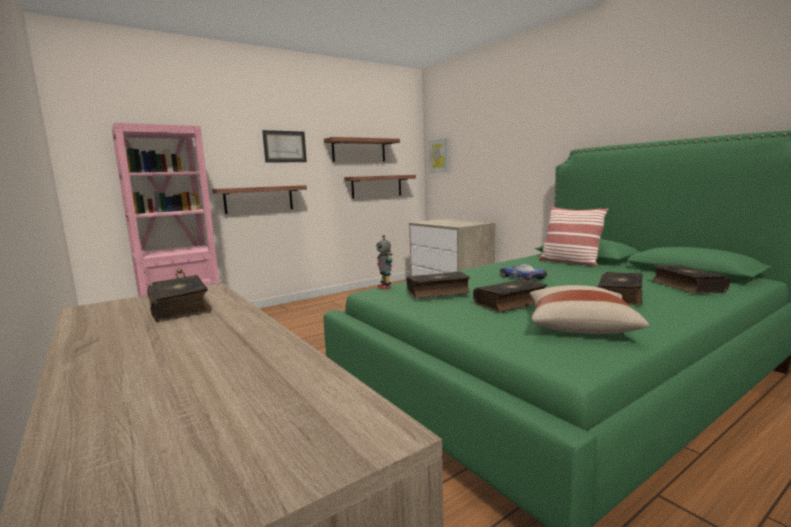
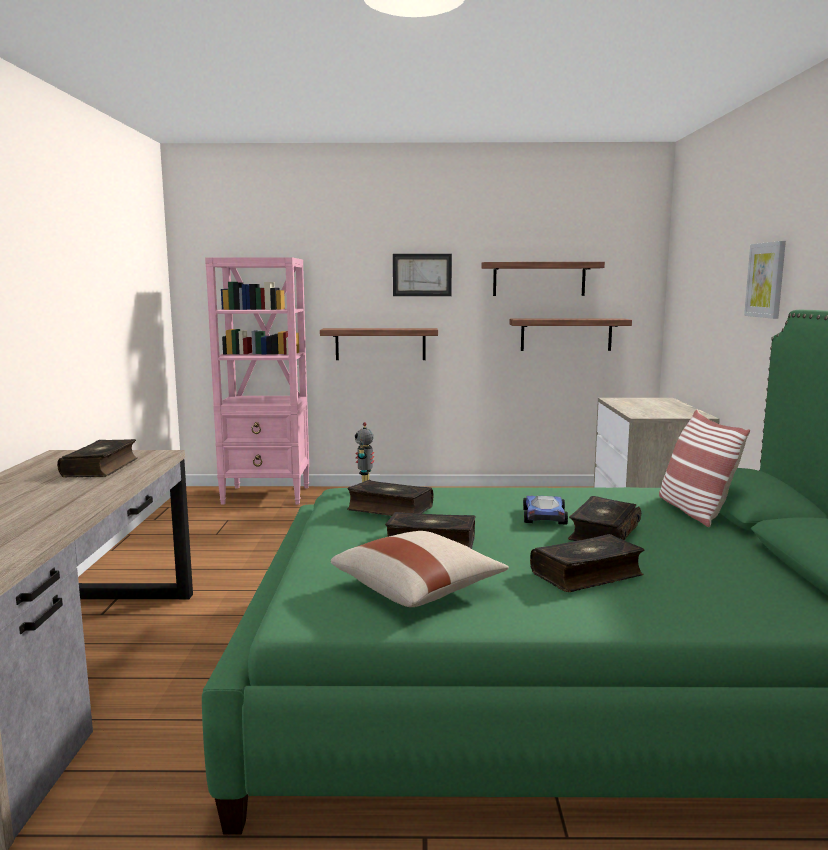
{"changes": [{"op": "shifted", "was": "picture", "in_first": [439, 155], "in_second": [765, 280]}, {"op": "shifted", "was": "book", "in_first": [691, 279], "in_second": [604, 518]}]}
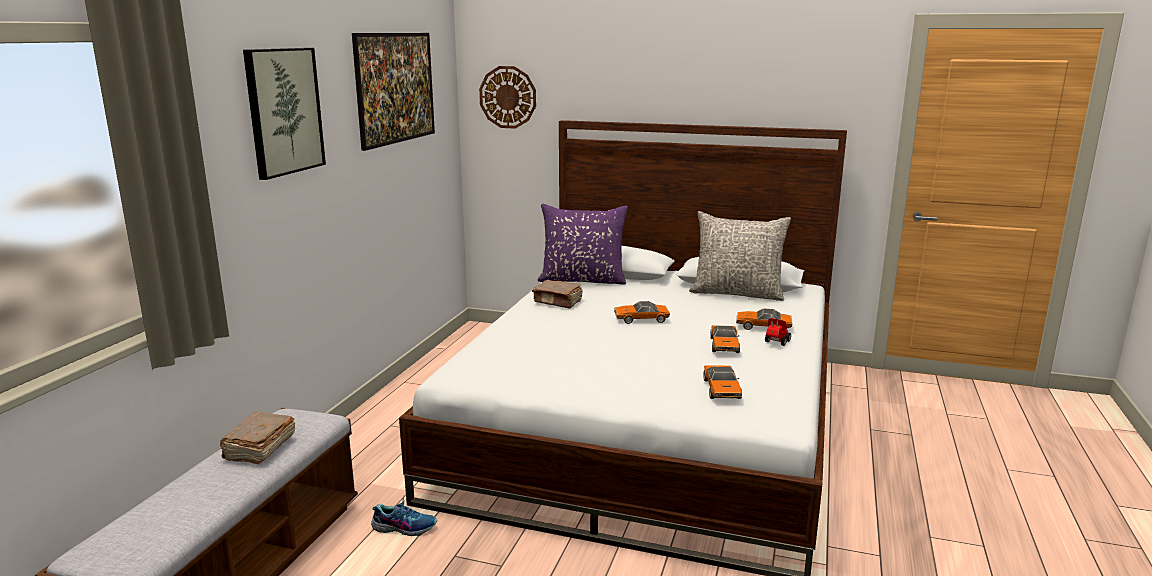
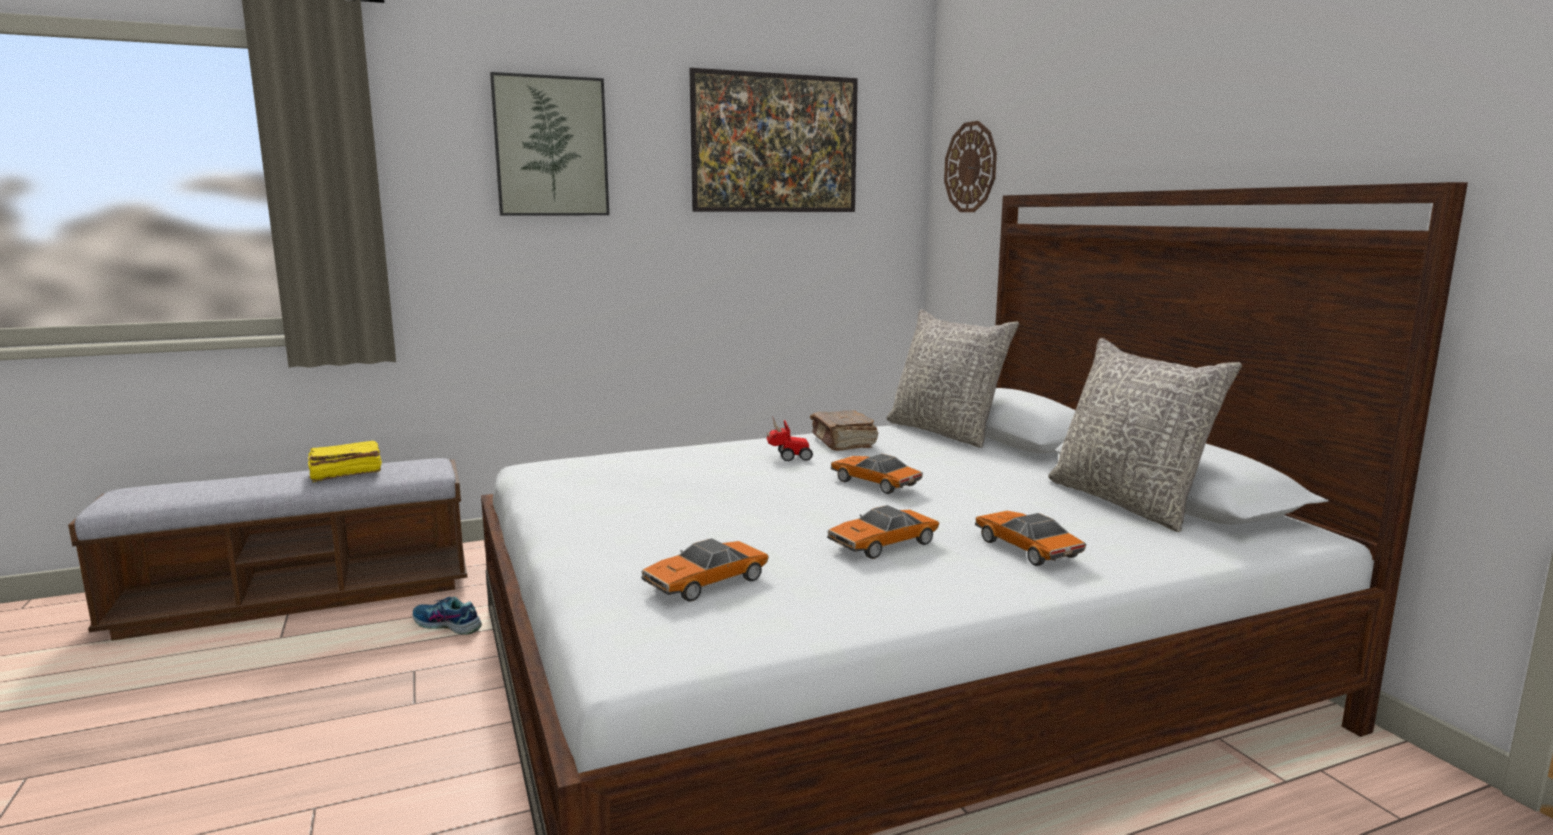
{"changes": [{"op": "repainted", "was": "brown book", "now": "yellow book", "in_first": [257, 438], "in_second": [345, 461]}, {"op": "rotated", "was": "shoe", "in_first": [404, 516], "in_second": [447, 616], "clockwise": 150}, {"op": "repainted", "was": "purple pillow", "now": "grey pillow", "in_first": [582, 244], "in_second": [952, 378]}, {"op": "shifted", "was": "toy car", "in_first": [778, 332], "in_second": [789, 438]}]}
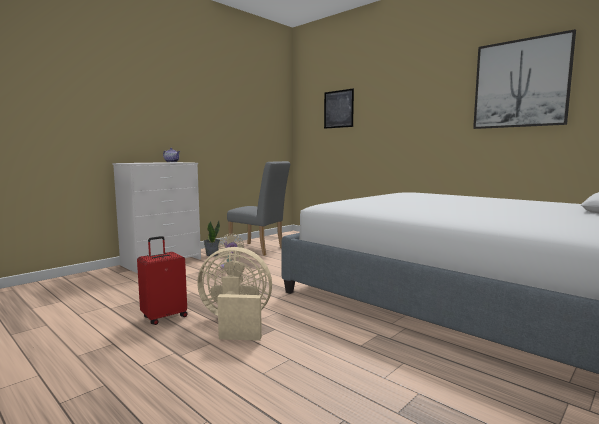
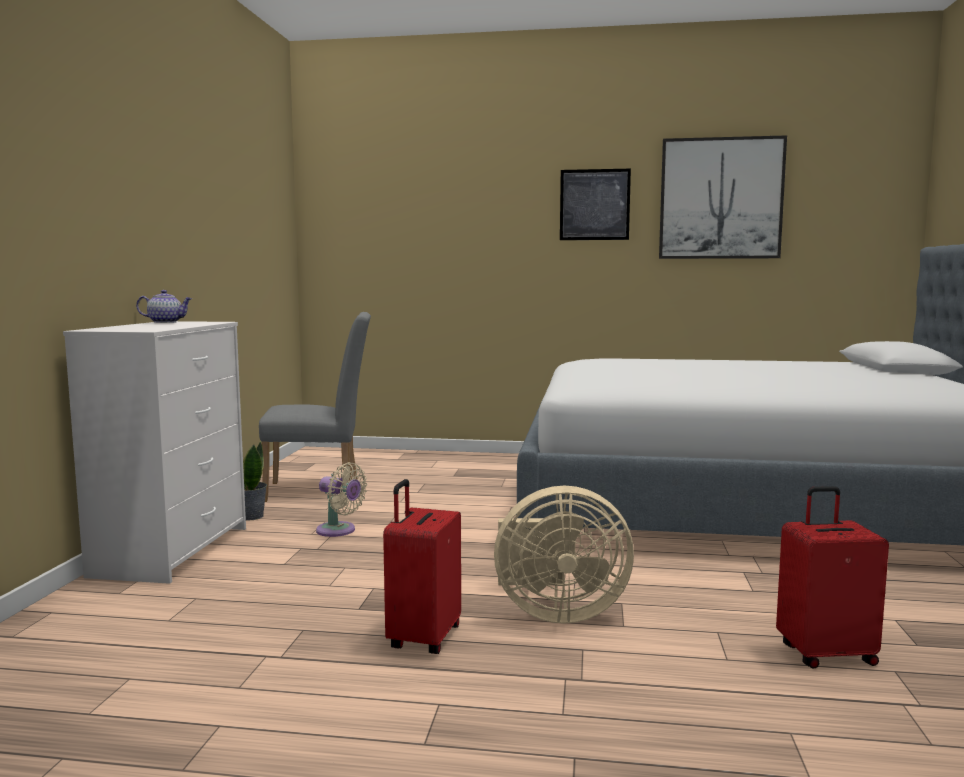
{"changes": [{"op": "rotated", "was": "beige fan", "in_first": [234, 294], "in_second": [564, 555], "clockwise": -150}, {"op": "shifted", "was": "picture", "in_first": [339, 108], "in_second": [595, 204]}, {"op": "new", "now": "red suitcase", "in_second": [832, 577]}]}
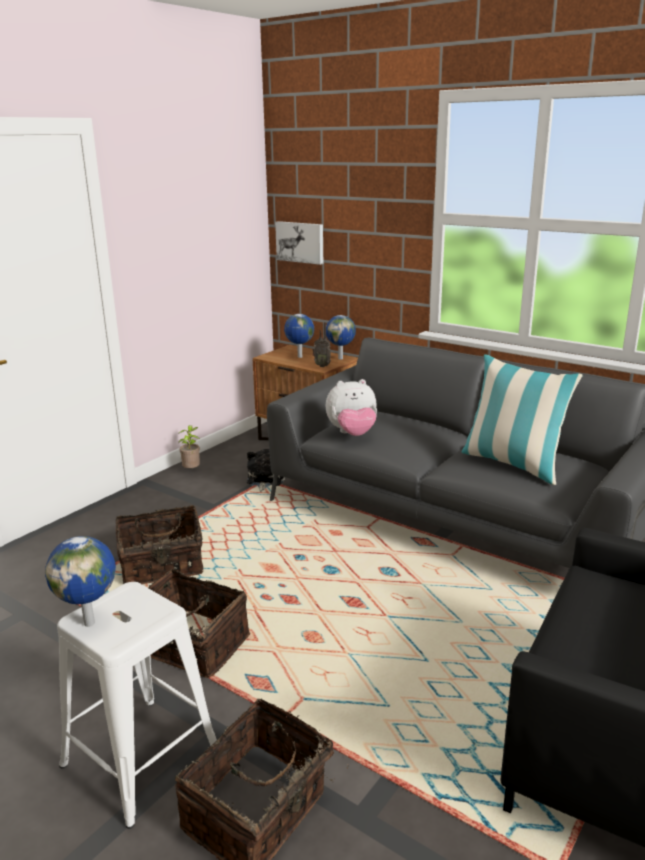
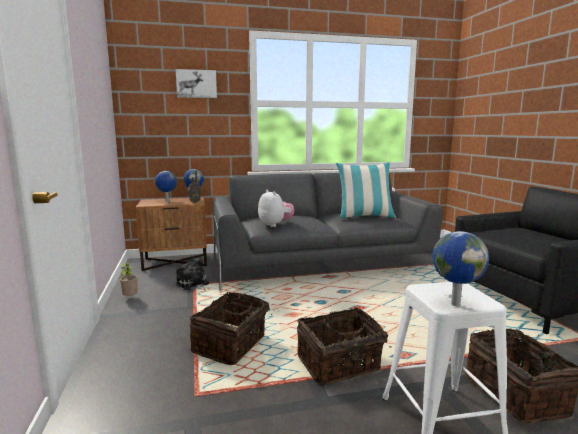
{"changes": [{"op": "shifted", "was": "picture", "in_first": [299, 243], "in_second": [196, 83]}, {"op": "rotated", "was": "plush toy", "in_first": [351, 407], "in_second": [276, 208], "clockwise": -60}]}
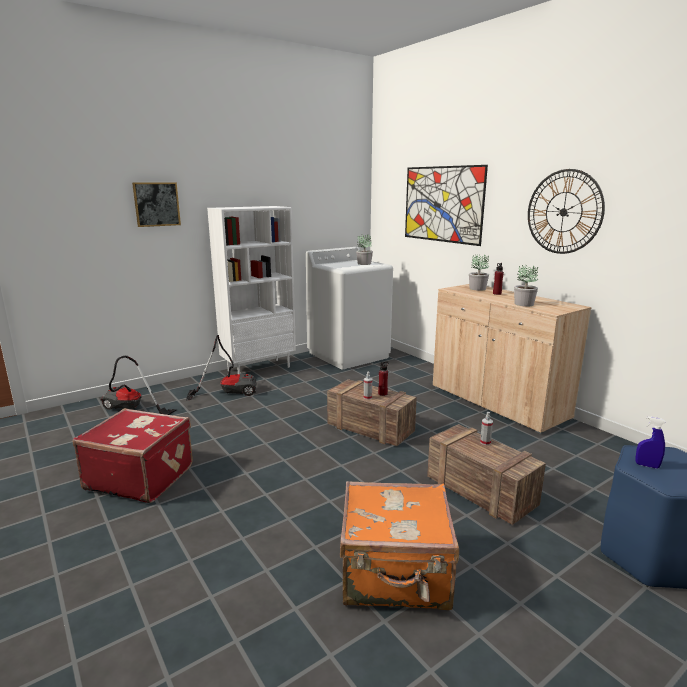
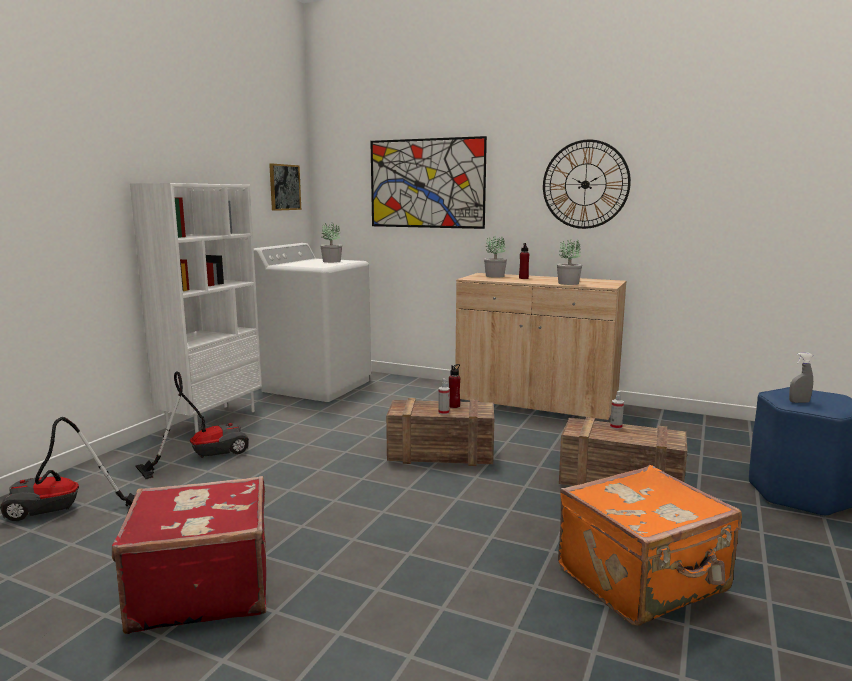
{"changes": [{"op": "shifted", "was": "picture", "in_first": [156, 204], "in_second": [285, 187]}, {"op": "repainted", "was": "blue spray bottle", "now": "grey spray bottle", "in_first": [650, 442], "in_second": [801, 378]}]}
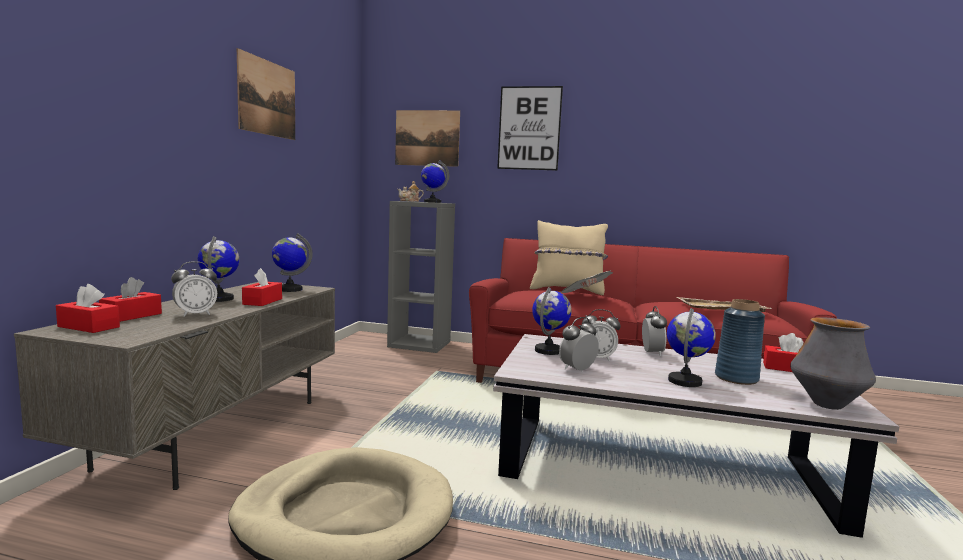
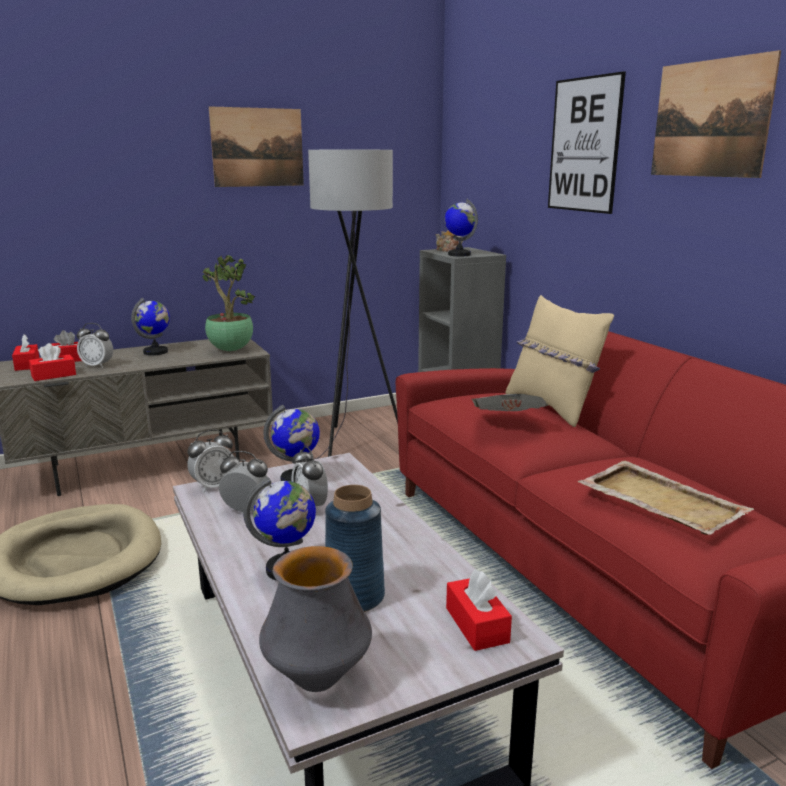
{"changes": [{"op": "shifted", "was": "red tissue box", "in_first": [262, 287], "in_second": [52, 362]}, {"op": "swapped", "was": "globe", "now": "potted plant", "in_first": [292, 262], "in_second": [228, 303]}, {"op": "shifted", "was": "picture", "in_first": [427, 138], "in_second": [716, 114]}, {"op": "shifted", "was": "alarm clock", "in_first": [654, 331], "in_second": [210, 461]}, {"op": "new", "now": "grey floor lamp", "in_second": [353, 304]}]}
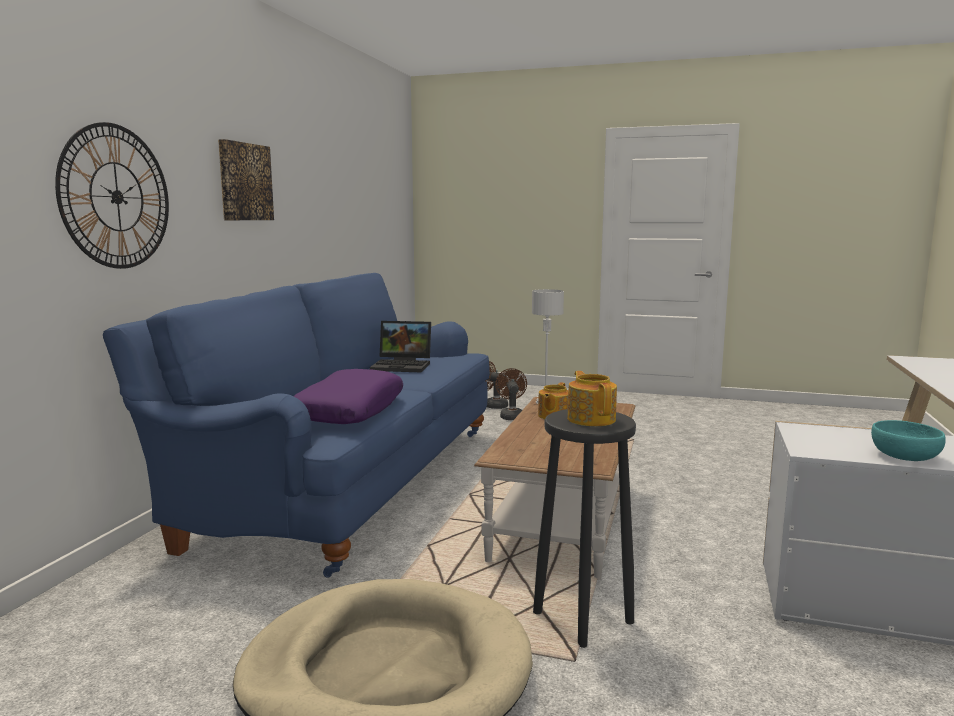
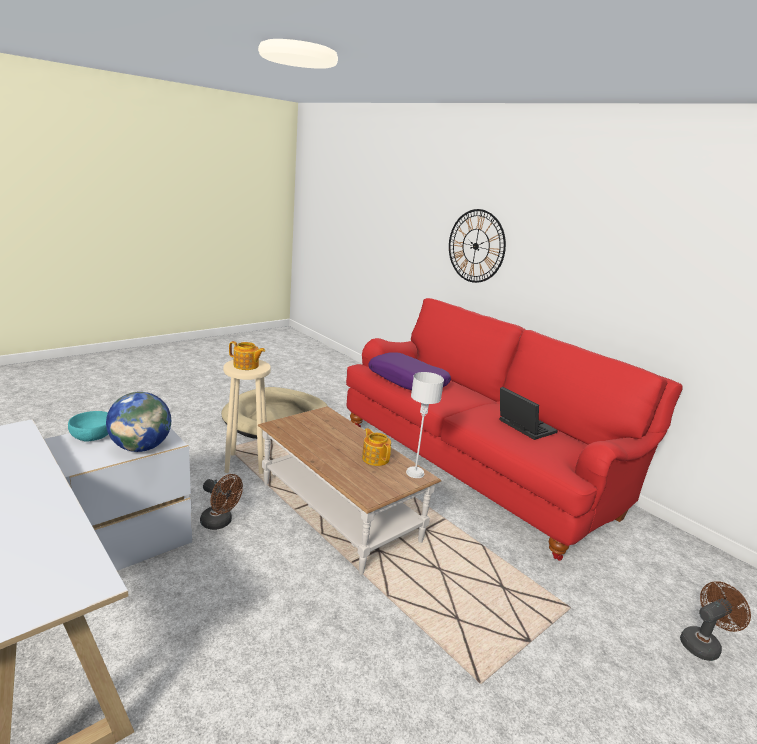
{"changes": [{"op": "repainted", "was": "blue sofa", "now": "red sofa", "in_first": [296, 425], "in_second": [514, 429]}, {"op": "gone", "was": "picture", "in_first": [246, 179]}, {"op": "rotated", "was": "laptop", "in_first": [400, 347], "in_second": [528, 413], "clockwise": 105}, {"op": "shifted", "was": "brown fan", "in_first": [511, 394], "in_second": [221, 502]}, {"op": "repainted", "was": "black stool", "now": "beige stool", "in_first": [584, 528], "in_second": [247, 417]}, {"op": "new", "now": "globe", "in_second": [138, 422]}]}
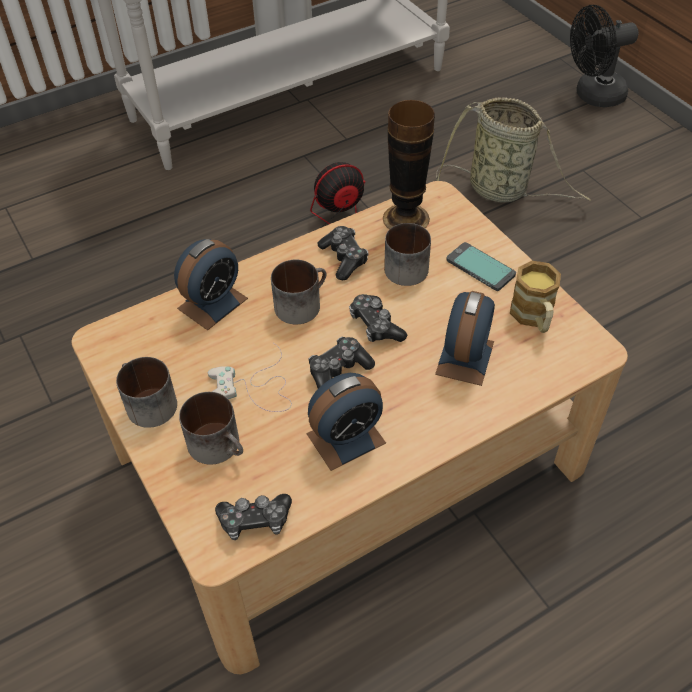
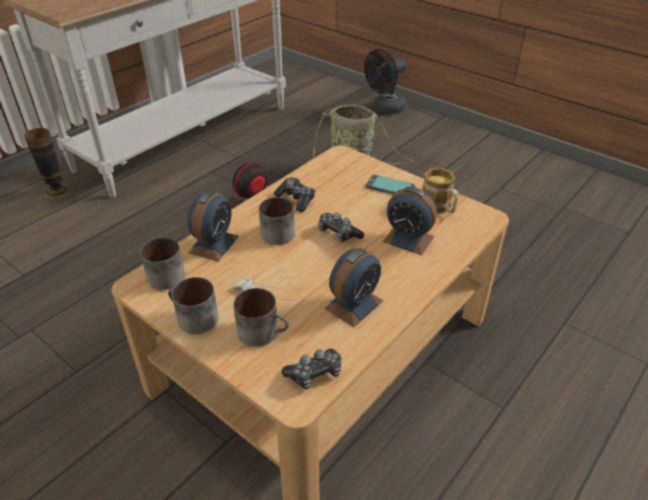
{"changes": [{"op": "gone", "was": "game controller", "in_first": [341, 363]}, {"op": "shifted", "was": "vase", "in_first": [409, 164], "in_second": [47, 163]}, {"op": "shifted", "was": "mug", "in_first": [407, 254], "in_second": [162, 263]}, {"op": "rotated", "was": "alarm clock", "in_first": [465, 338], "in_second": [410, 221], "clockwise": 120}]}
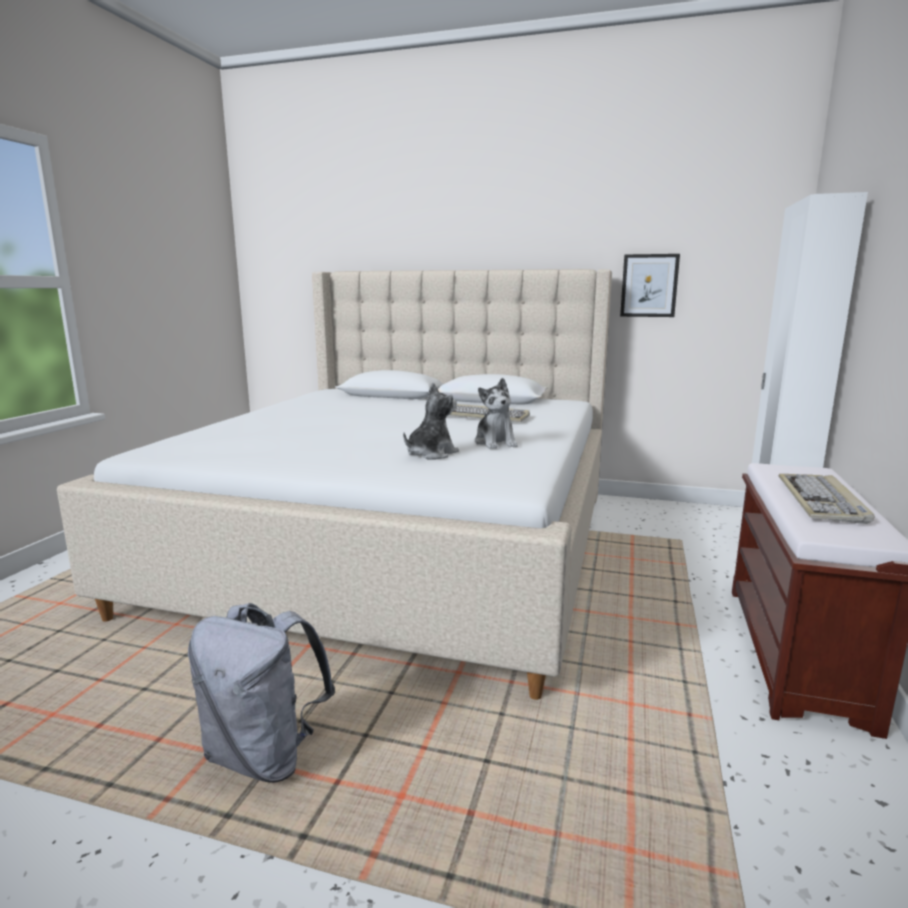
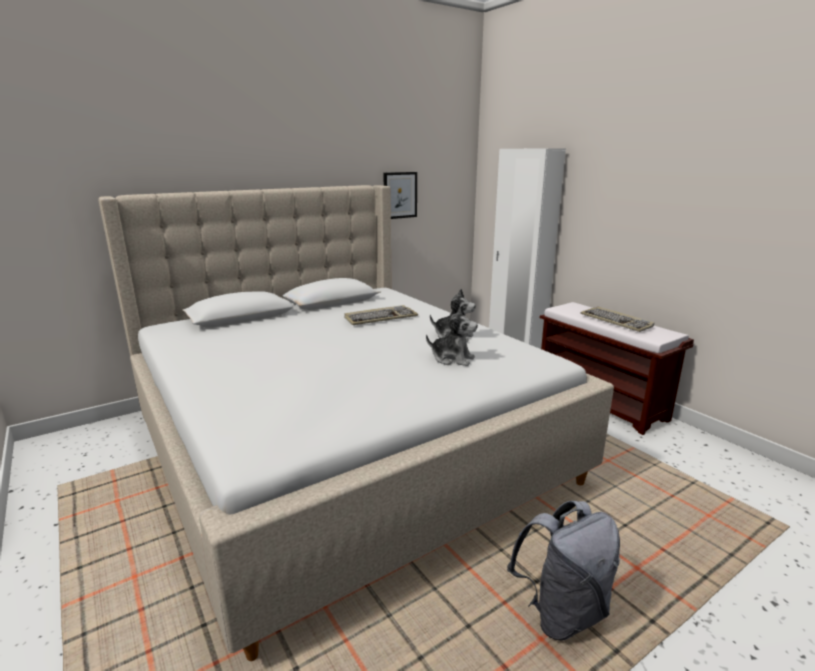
{"changes": [{"op": "rotated", "was": "plush toy", "in_first": [431, 421], "in_second": [452, 336], "clockwise": 120}]}
